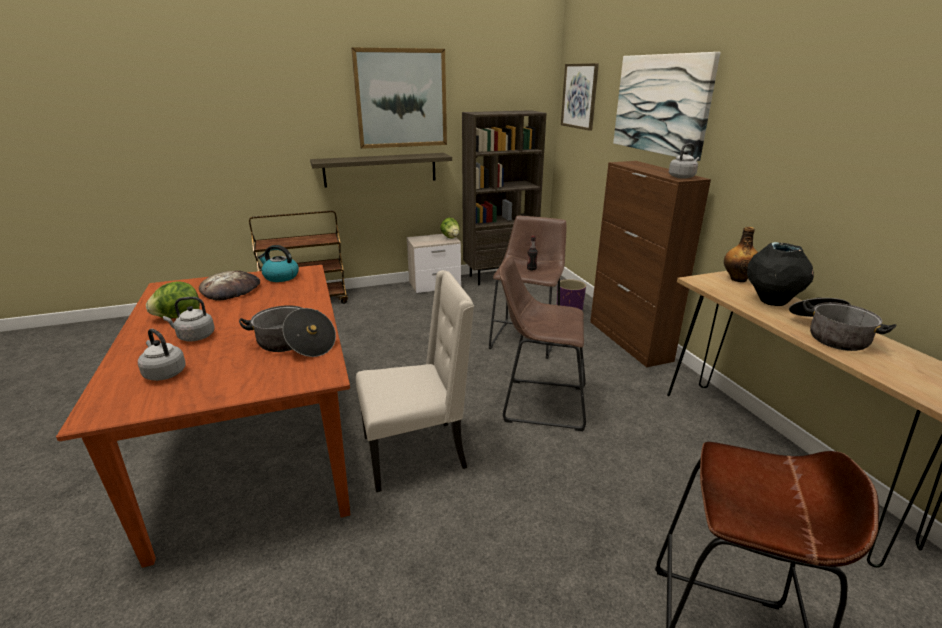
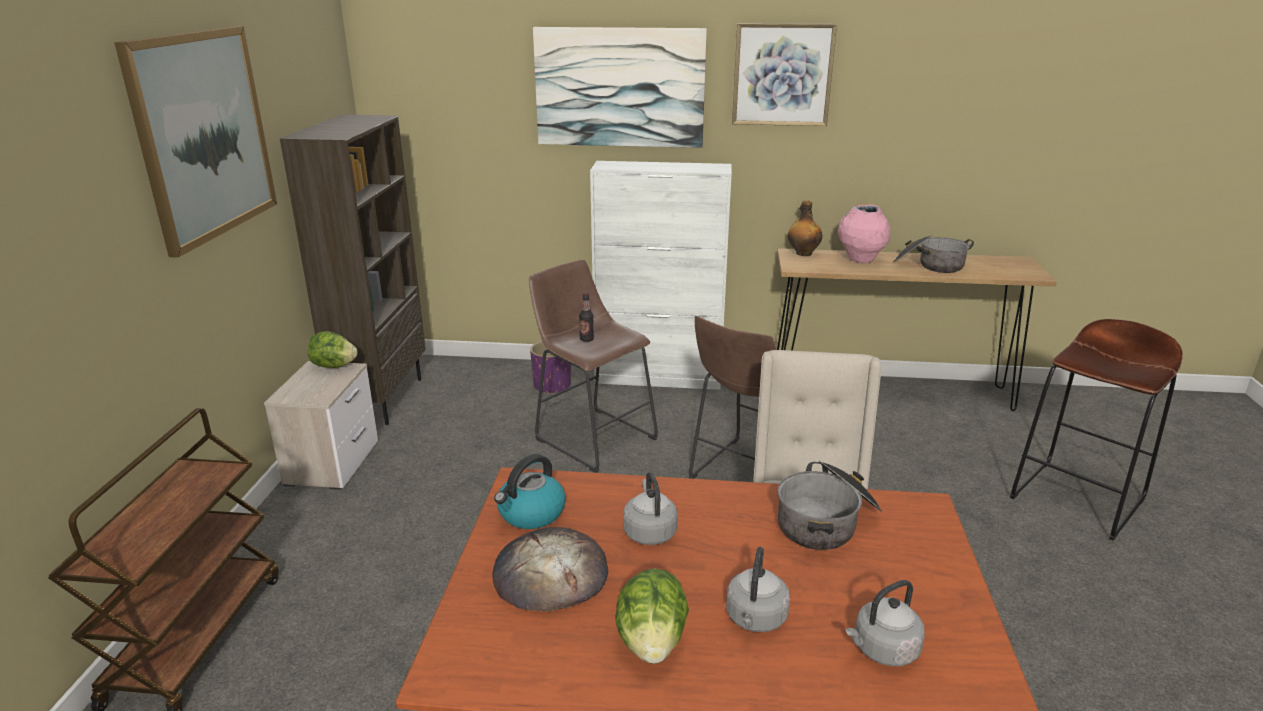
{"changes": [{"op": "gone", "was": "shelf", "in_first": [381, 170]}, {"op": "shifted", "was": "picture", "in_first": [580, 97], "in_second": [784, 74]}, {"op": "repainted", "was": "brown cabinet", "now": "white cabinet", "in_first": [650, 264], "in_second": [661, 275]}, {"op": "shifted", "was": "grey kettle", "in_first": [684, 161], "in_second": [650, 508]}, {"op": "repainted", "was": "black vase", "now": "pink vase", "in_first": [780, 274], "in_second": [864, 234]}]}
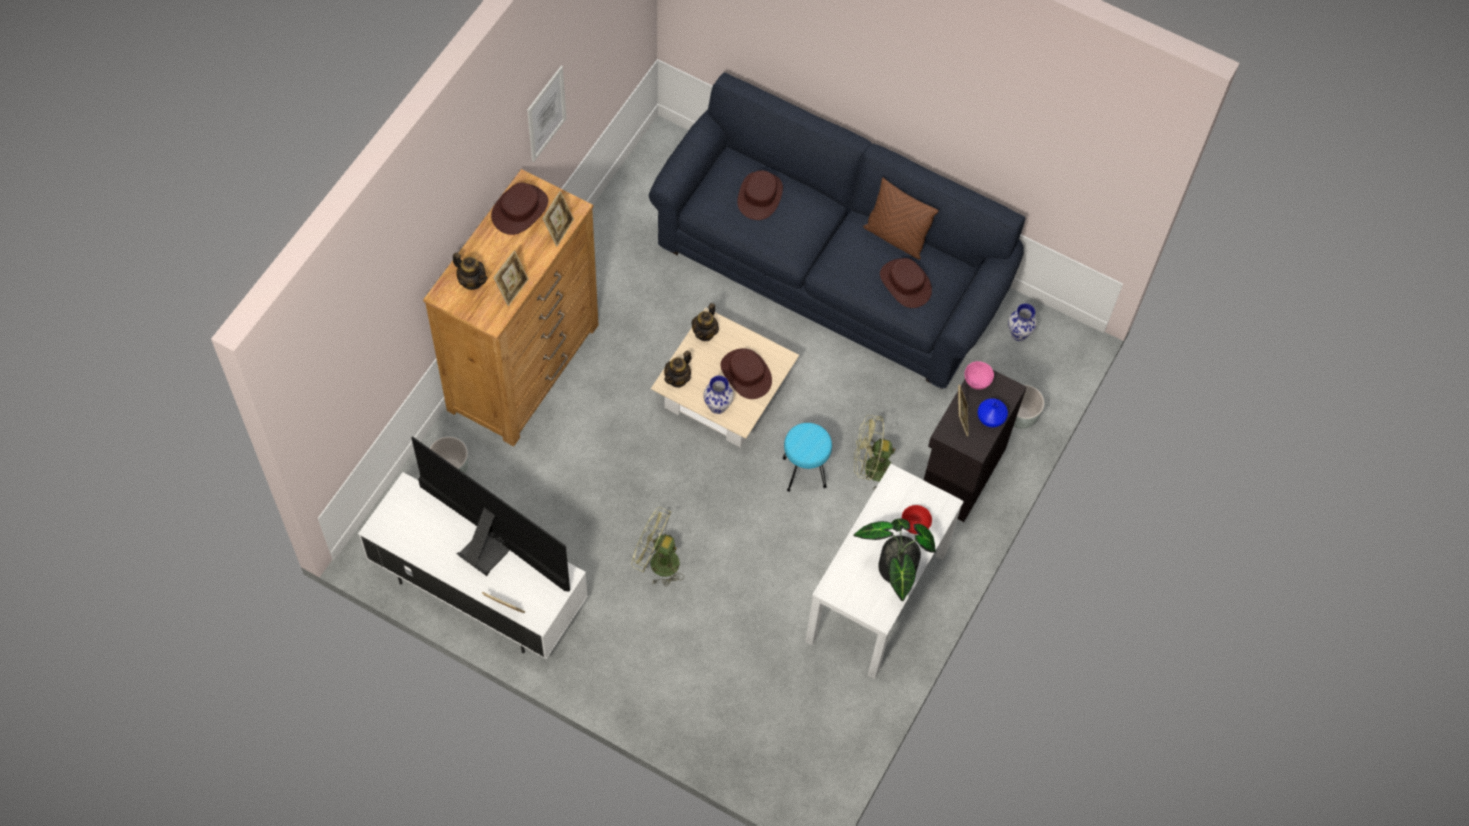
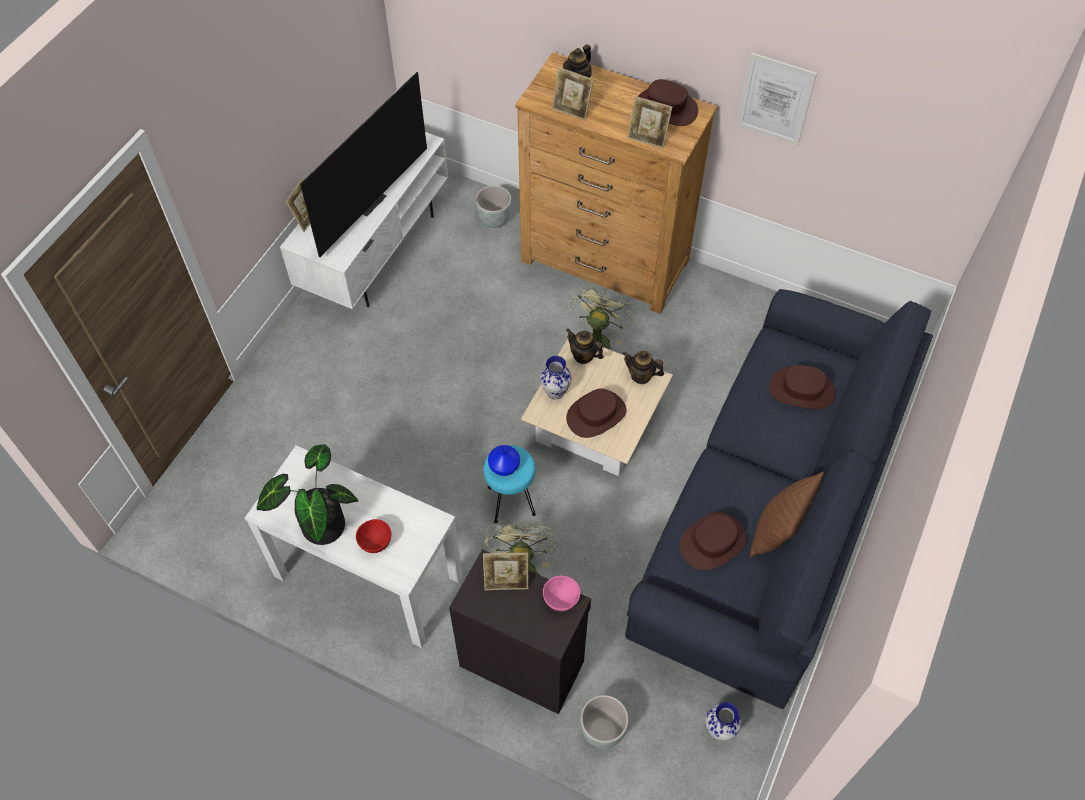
{"changes": [{"op": "shifted", "was": "green fan", "in_first": [657, 546], "in_second": [601, 317]}, {"op": "shifted", "was": "blue vase", "in_first": [992, 413], "in_second": [504, 460]}]}
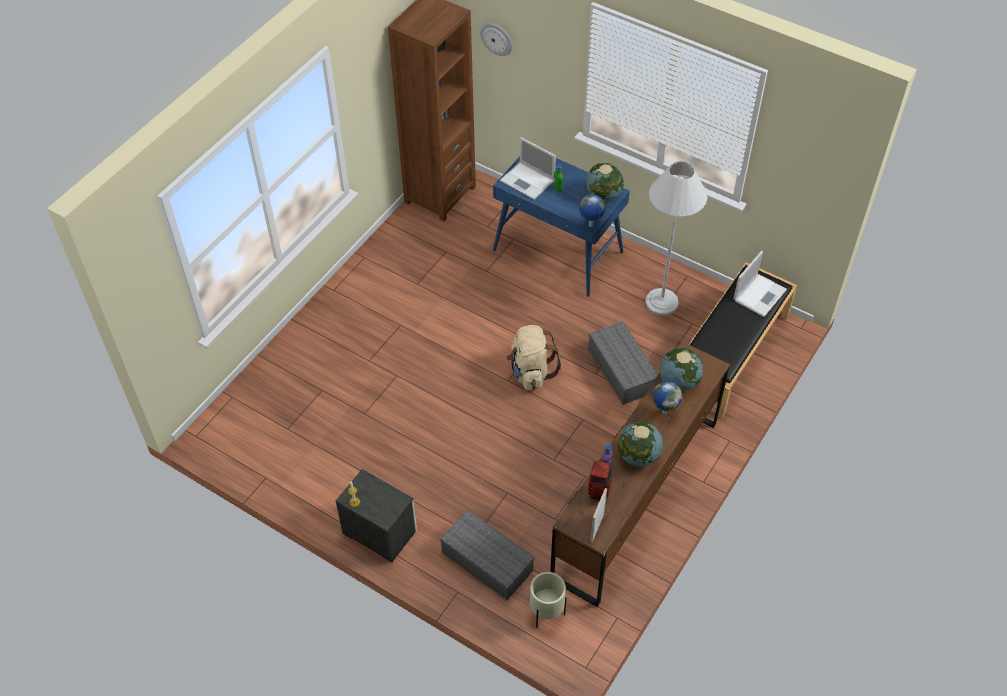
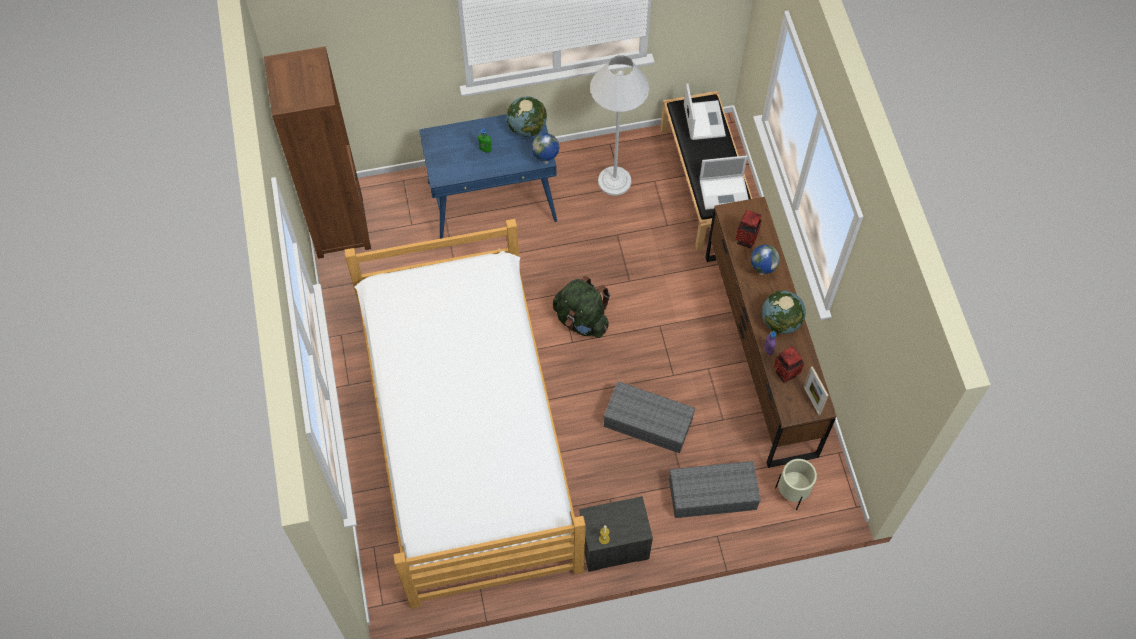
{"changes": [{"op": "gone", "was": "wall clock", "in_first": [496, 39]}, {"op": "shifted", "was": "laptop", "in_first": [528, 168], "in_second": [724, 182]}, {"op": "repainted", "was": "beige backpack", "now": "green backpack", "in_first": [533, 357], "in_second": [581, 307]}, {"op": "shifted", "was": "grey storage box", "in_first": [623, 363], "in_second": [649, 417]}, {"op": "swapped", "was": "globe", "now": "vase", "in_first": [681, 369], "in_second": [749, 229]}, {"op": "new", "now": "bed", "in_second": [465, 413]}]}
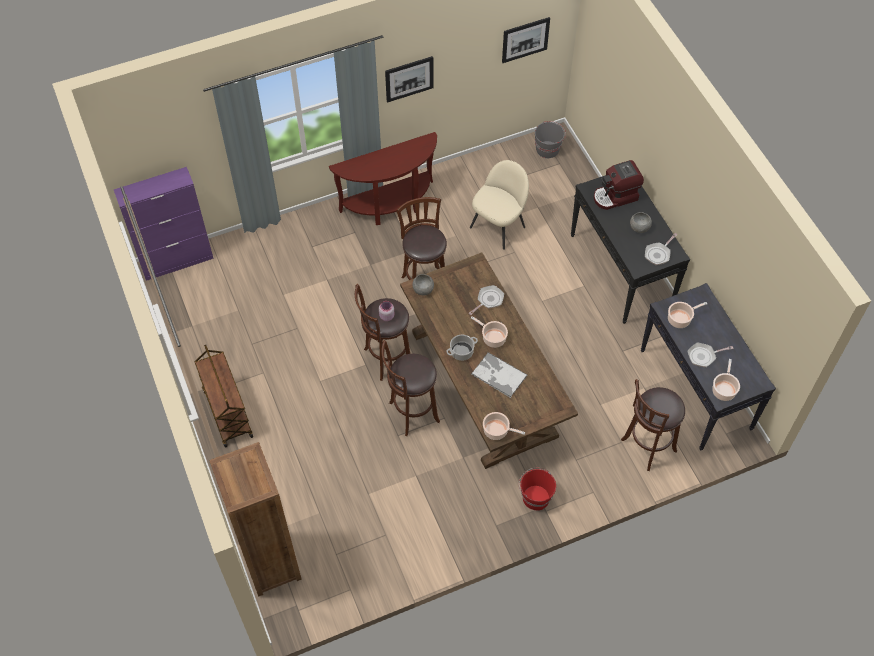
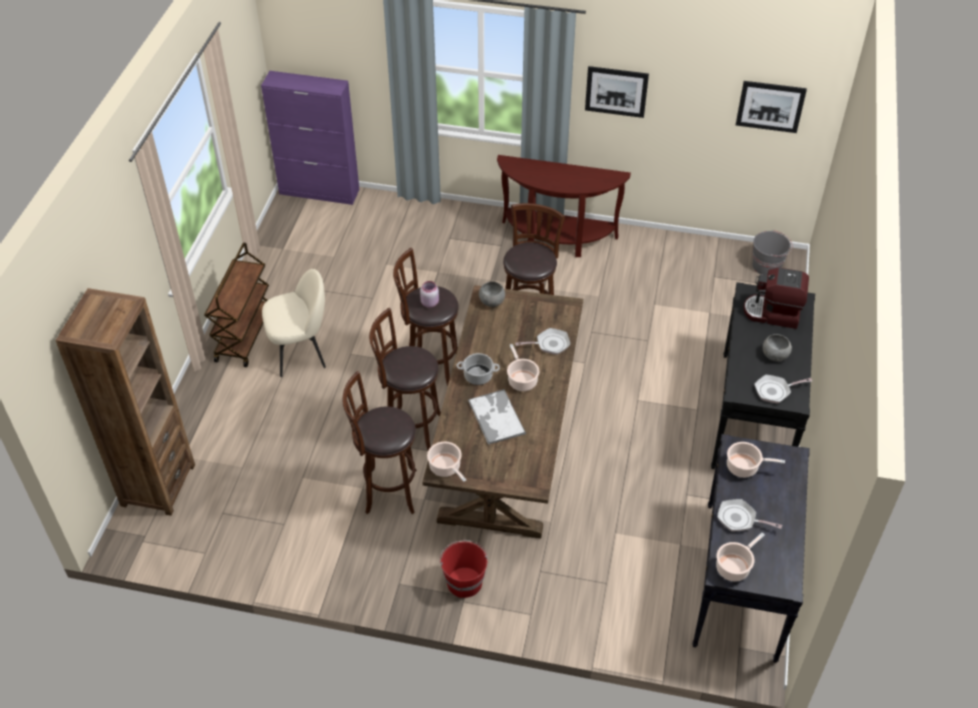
{"changes": [{"op": "shifted", "was": "beige chair", "in_first": [499, 205], "in_second": [294, 323]}, {"op": "shifted", "was": "brown stool", "in_first": [653, 425], "in_second": [379, 442]}]}
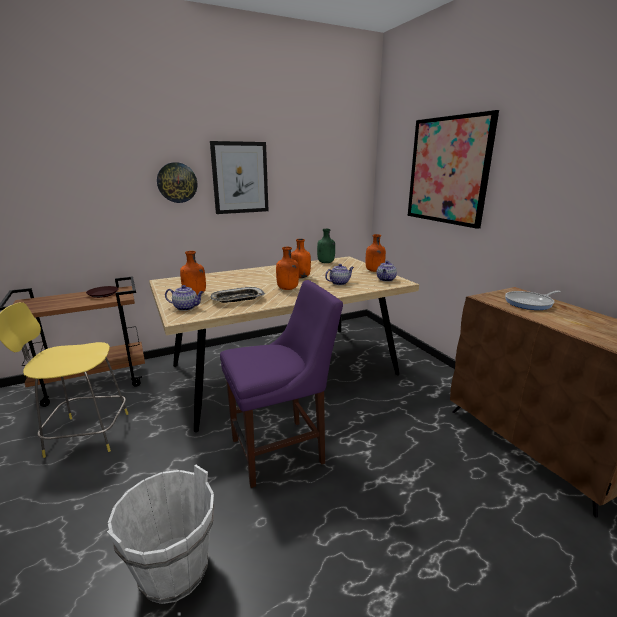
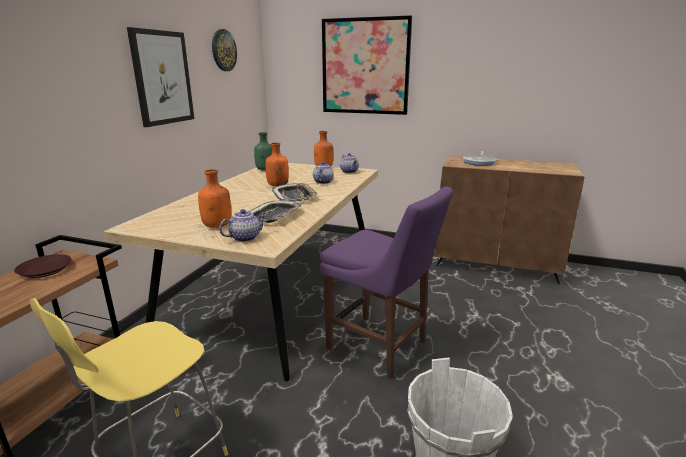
{"changes": [{"op": "shifted", "was": "wall clock", "in_first": [177, 182], "in_second": [224, 50]}, {"op": "rotated", "was": "purple chair", "in_first": [281, 384], "in_second": [386, 282], "clockwise": 105}, {"op": "swapped", "was": "orange bottle", "now": "tray", "in_first": [287, 268], "in_second": [295, 192]}]}
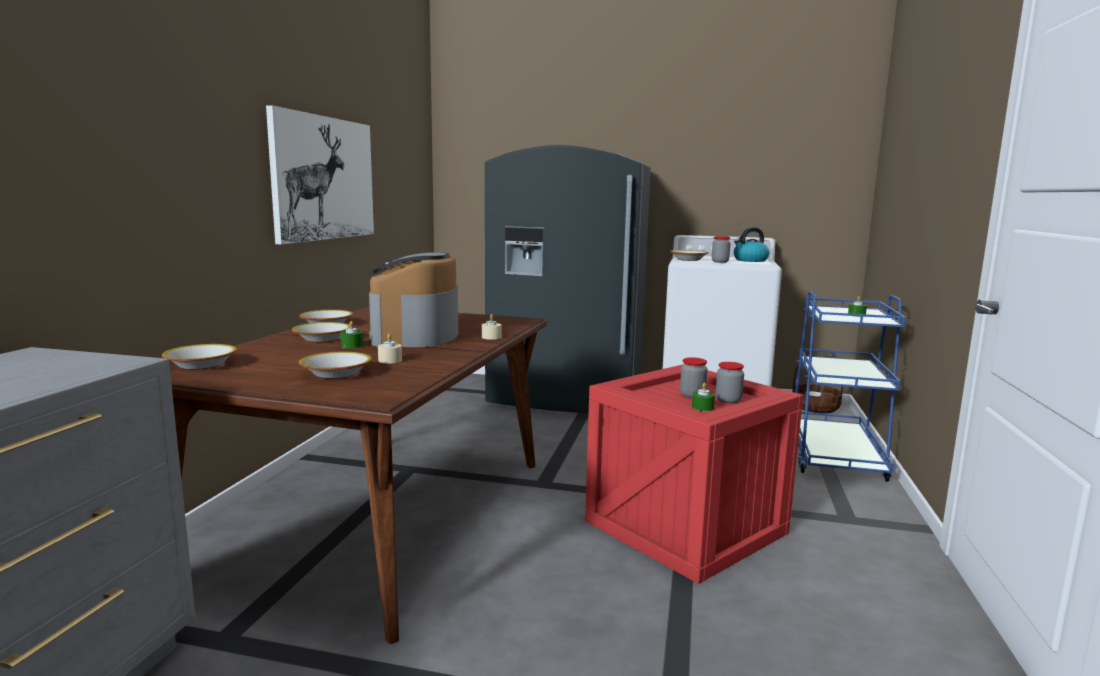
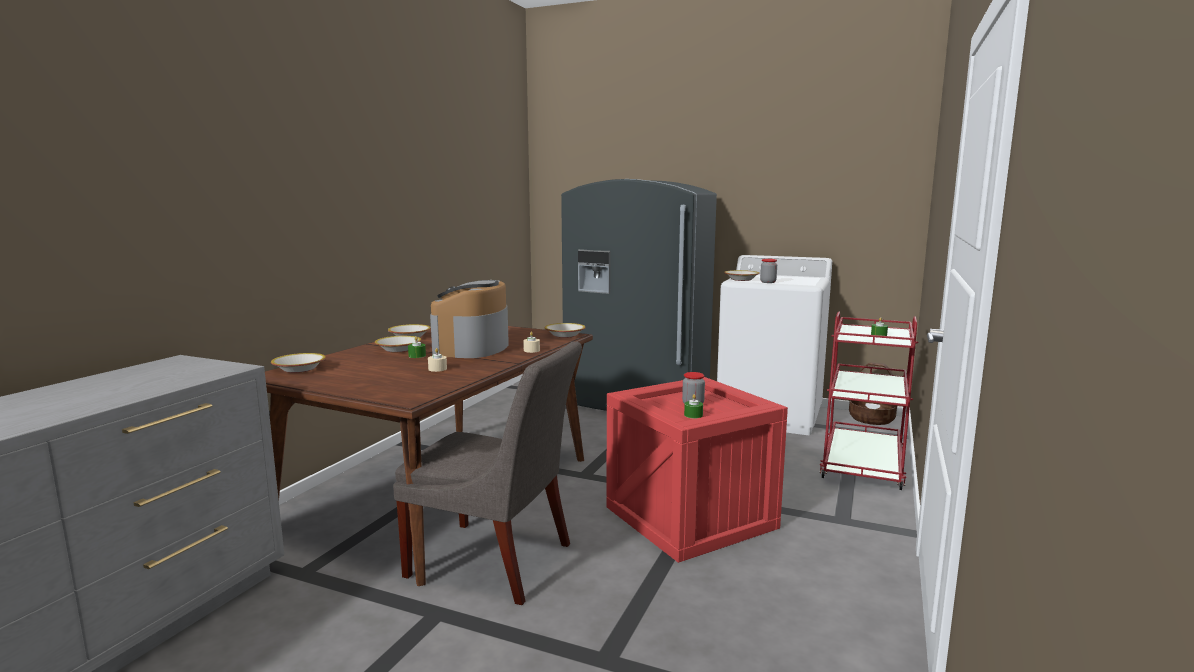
{"changes": [{"op": "gone", "was": "picture", "in_first": [320, 175]}, {"op": "shifted", "was": "bowl", "in_first": [335, 365], "in_second": [565, 330]}, {"op": "gone", "was": "jar", "in_first": [730, 383]}, {"op": "gone", "was": "kettle", "in_first": [751, 244]}, {"op": "repainted", "was": "blue cart", "now": "red cart", "in_first": [850, 386], "in_second": [869, 401]}, {"op": "new", "now": "grey chair", "in_second": [487, 473]}]}
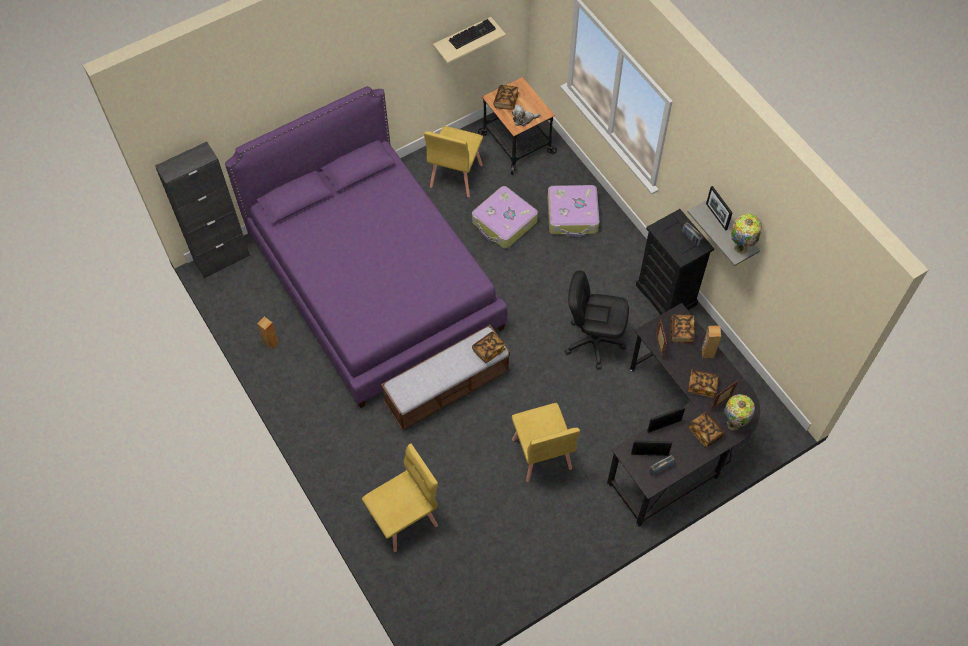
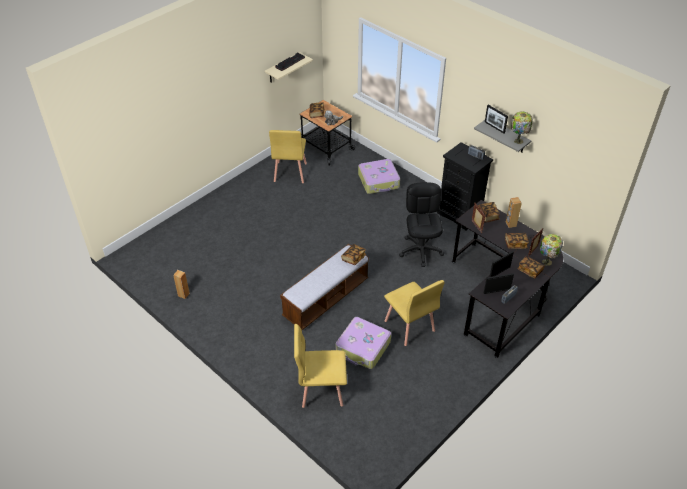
{"changes": [{"op": "gone", "was": "black cabinet", "in_first": [202, 210]}, {"op": "gone", "was": "purple bed", "in_first": [366, 247]}, {"op": "rotated", "was": "yellow chair", "in_first": [400, 497], "in_second": [320, 366], "clockwise": -135}, {"op": "shifted", "was": "suitcase", "in_first": [505, 217], "in_second": [363, 343]}, {"op": "rotated", "was": "black office chair", "in_first": [597, 320], "in_second": [421, 224], "clockwise": 90}]}
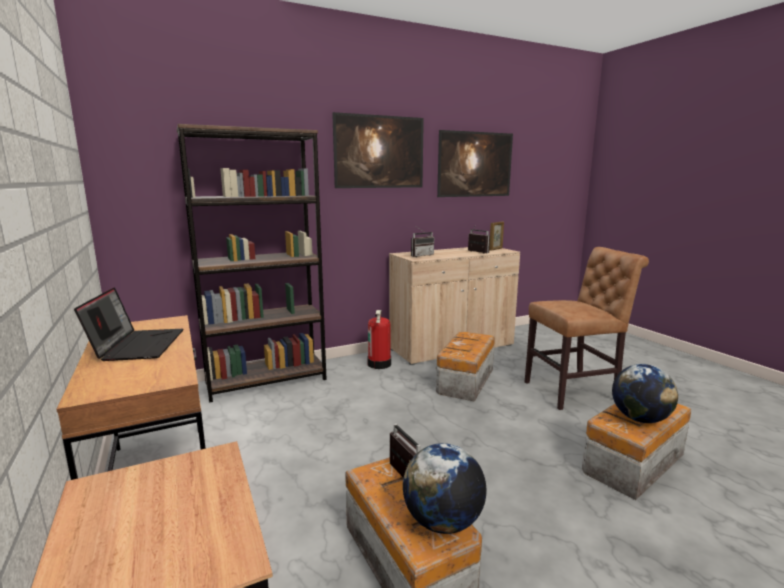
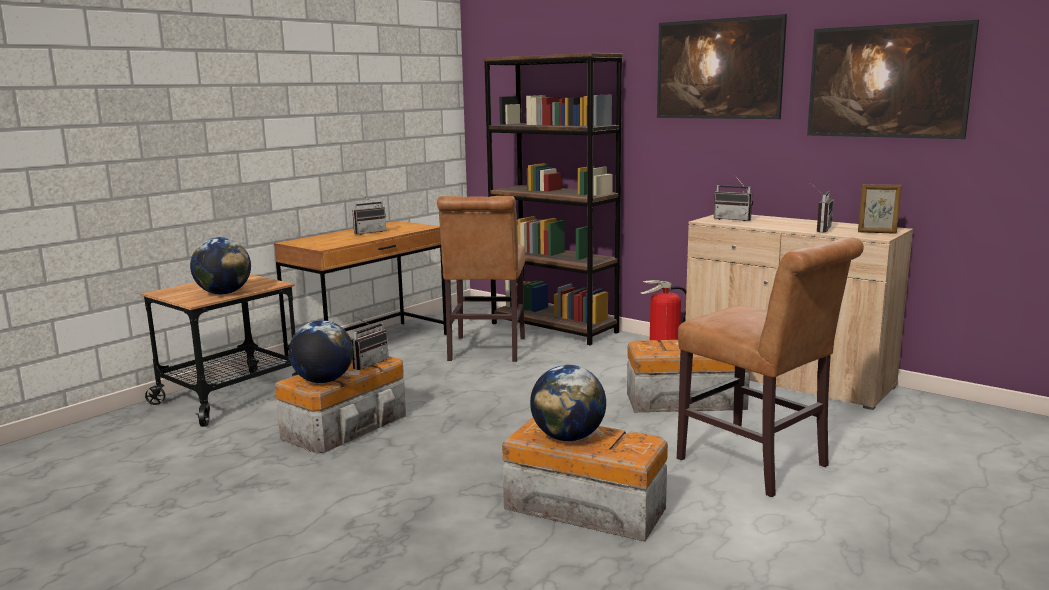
{"changes": [{"op": "swapped", "was": "laptop", "now": "radio", "in_first": [128, 324], "in_second": [369, 214]}, {"op": "new", "now": "globe", "in_second": [220, 265]}, {"op": "new", "now": "brown chair", "in_second": [481, 279]}]}
